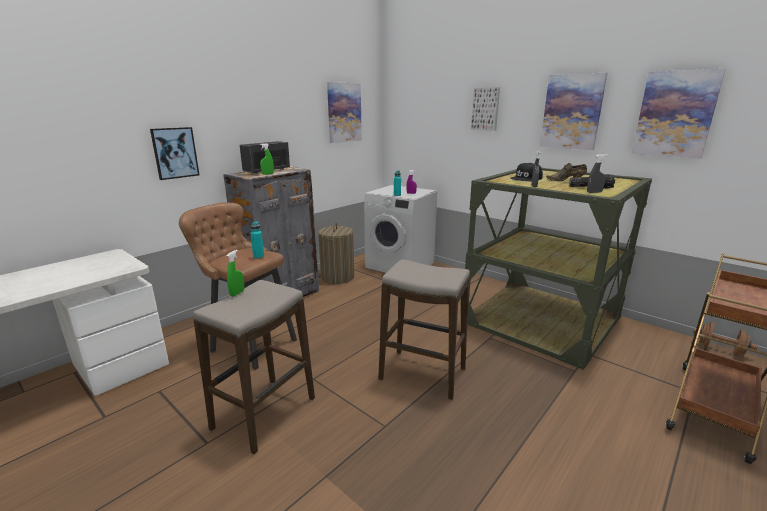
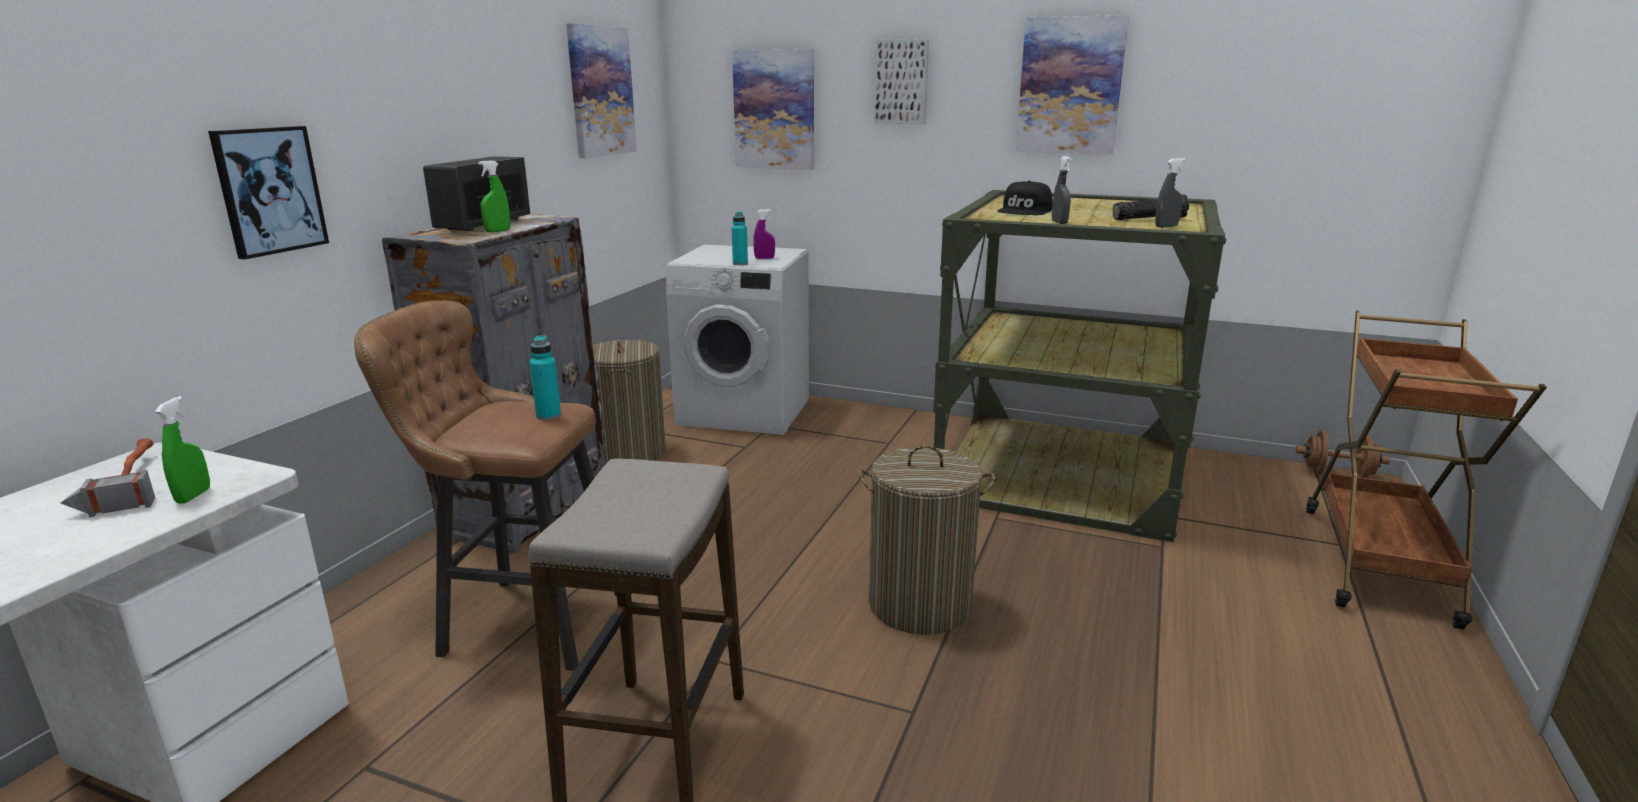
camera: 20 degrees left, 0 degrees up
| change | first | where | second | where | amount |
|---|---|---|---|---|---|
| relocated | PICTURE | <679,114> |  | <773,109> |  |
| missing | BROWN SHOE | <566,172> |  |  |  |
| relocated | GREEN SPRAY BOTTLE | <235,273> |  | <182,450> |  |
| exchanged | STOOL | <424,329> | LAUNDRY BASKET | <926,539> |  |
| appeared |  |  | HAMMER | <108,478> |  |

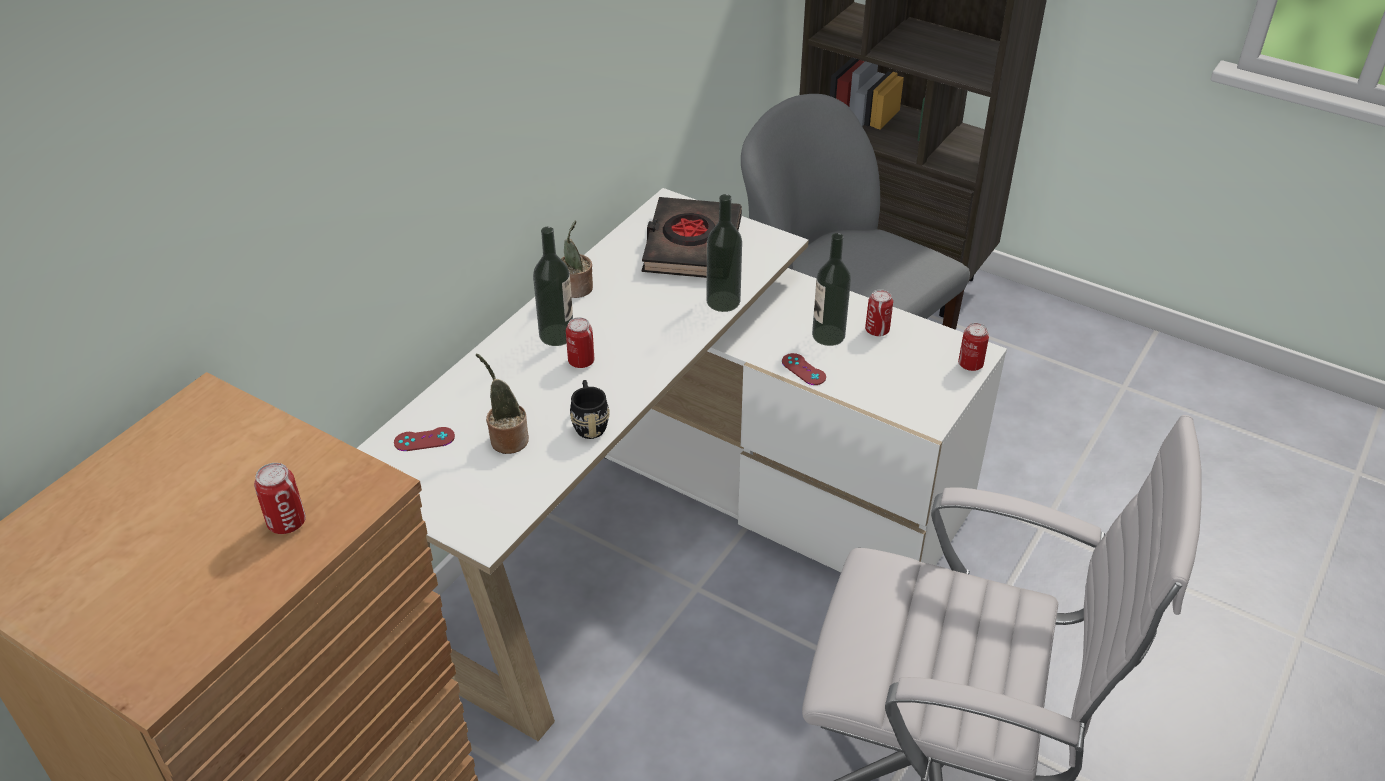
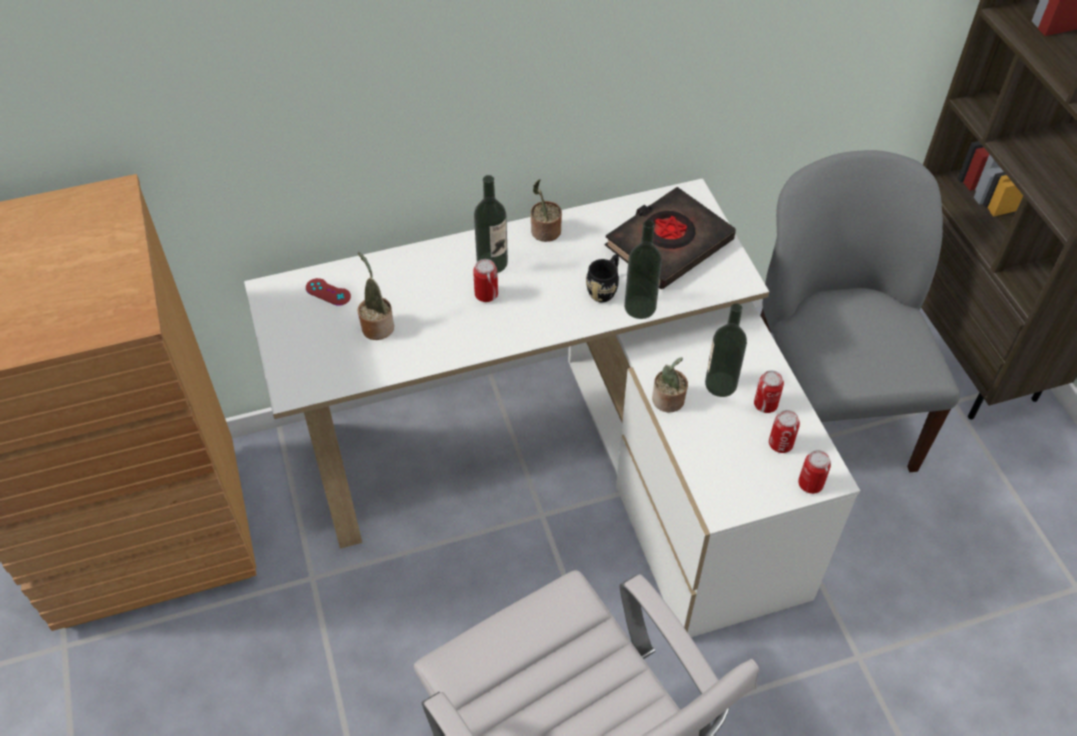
camera: 40 degrees right, 10 degrees up
| change | first | where | second | where | amount |
|---|---|---|---|---|---|
| exchanged | RED GAME CONTROLLER | <804,369> | POTTED PLANT | <670,385> |  |
| relocated | BLACK MUG | <590,409> |  | <602,278> |  |
| relocated | CAN | <280,498> |  | <784,431> |  |

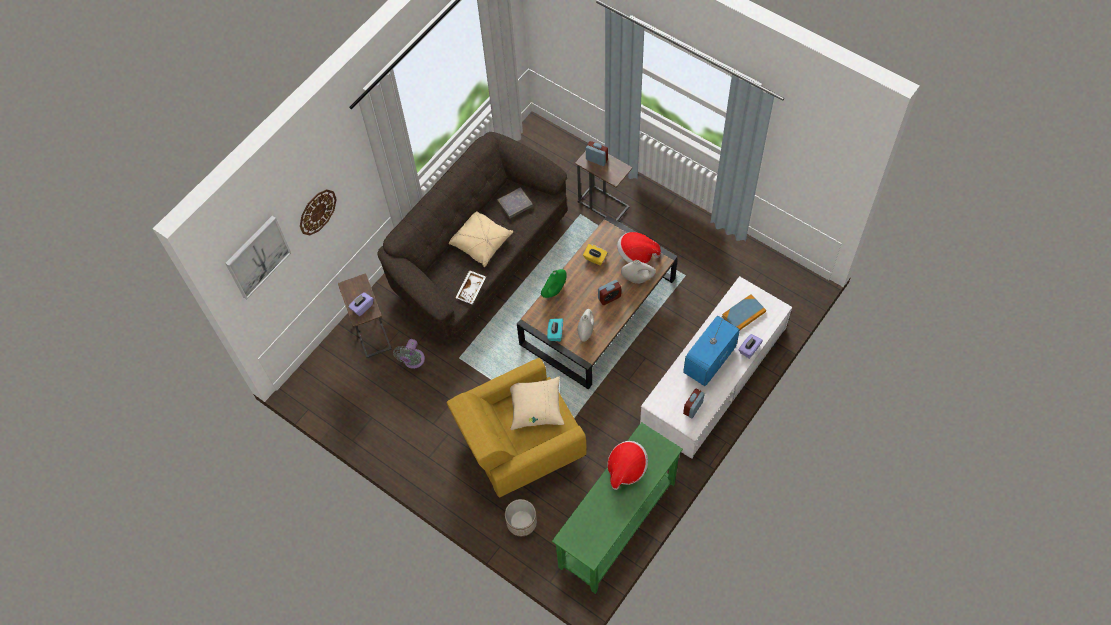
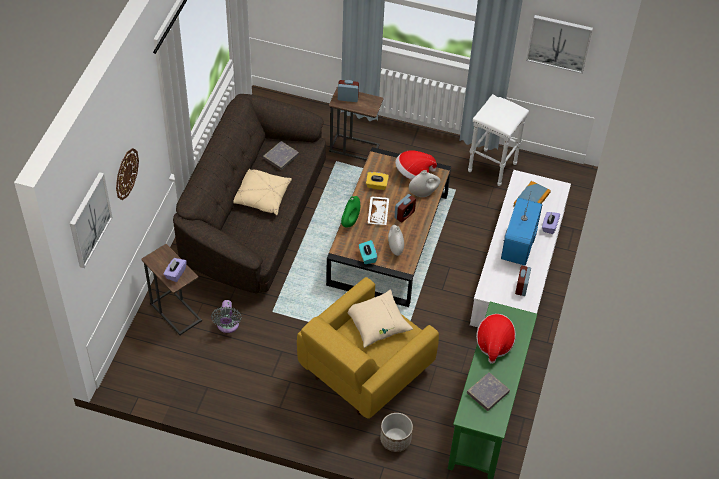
camera: 25 degrees left, 10 degrees down
| change | first | where | second | where | amount |
|---|---|---|---|---|---|
| relocated | WHITE TRAY | <470,287> |  | <378,210> |  |
| appeared |  |  | PICTURE | <559,44> |  |
| appeared |  |  | WHITE STOOL | <498,140> |  |
| appeared |  |  | GREY BOOK | <488,391> |  |

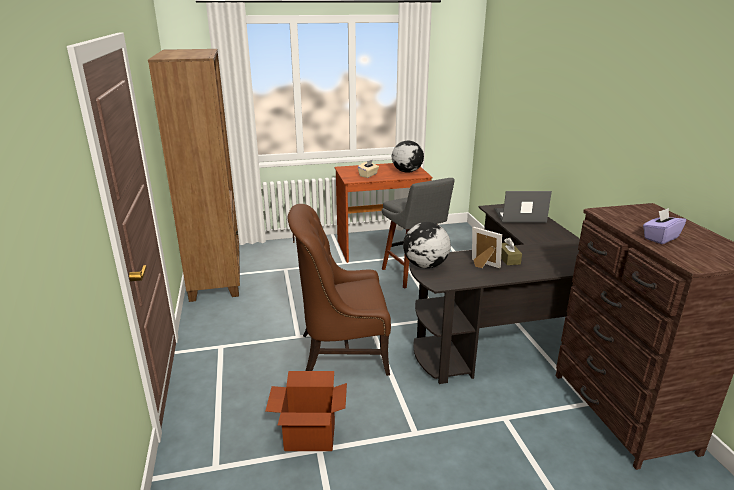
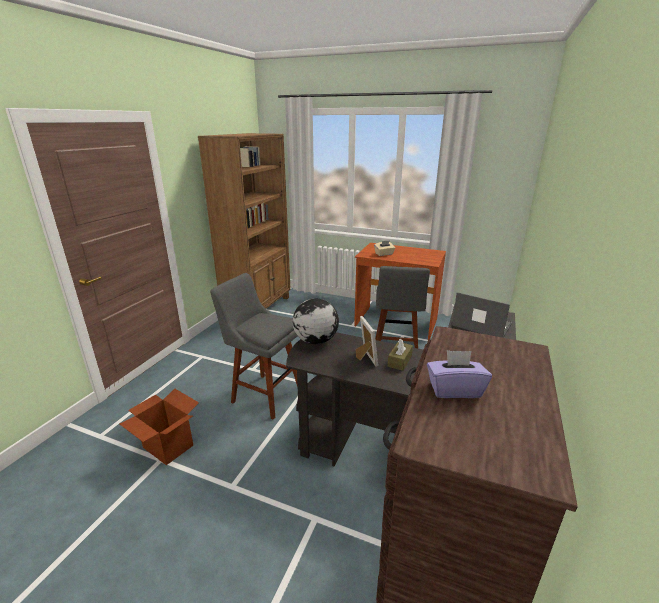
camera: 35 degrees right, 0 degrees up
| change | first | where | second | where | amount |
|---|---|---|---|---|---|
| missing | GLOBE | <408,157> |  |  |  |
| exchanged | BROWN CHAIR | <339,290> | GREY STOOL | <254,346> |  |

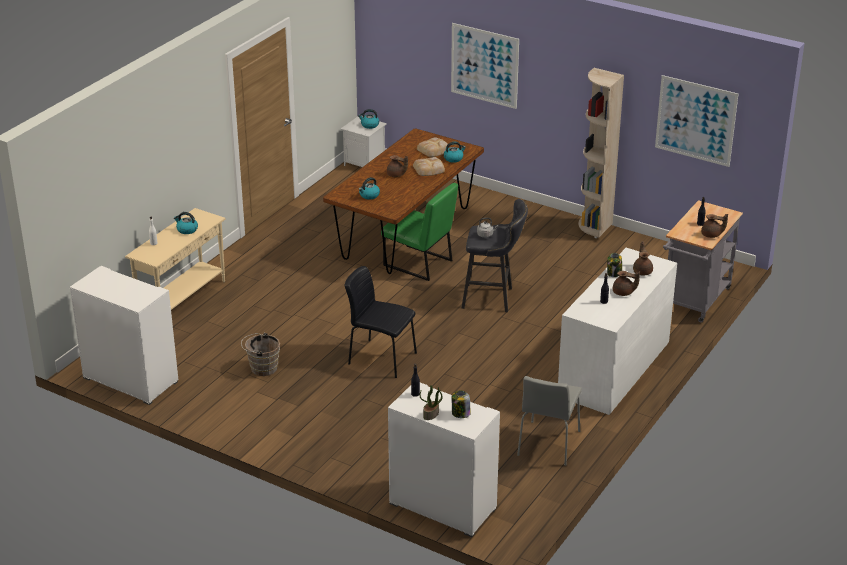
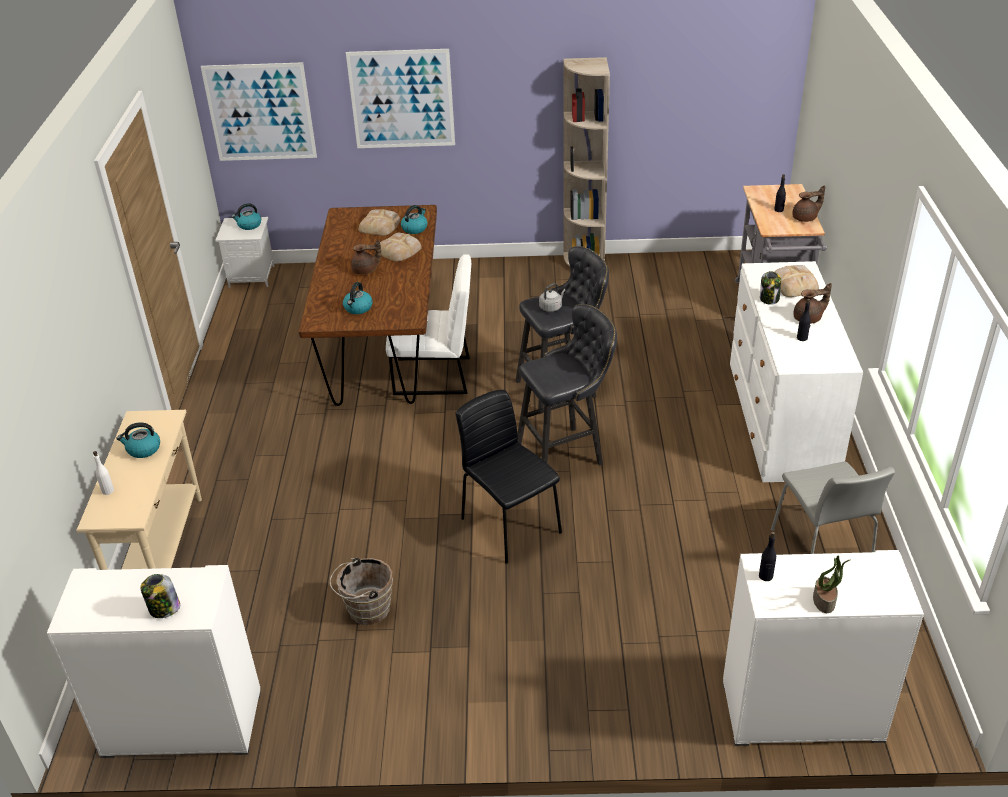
camera: 30 degrees left, 5 degrees up
| change | first | where | second | where | amount |
|---|---|---|---|---|---|
| relocated | PICTURE | <696,121> |  | <259,111> |  |
| colour | GREEN CHAIR | <419,232> | WHITE CHAIR | <428,324> |  |
| exchanged | BROWN TEAPOT | <643,258> | BREAD | <796,281> |  |
| spun | BLACK CHAIR | <380,322> |  | <509,477> | 60 degrees clockwise |
| relocated | JAR | <461,404> |  | <160,596> |  |
| appeared |  |  | BLACK STOOL | <567,384> |  |

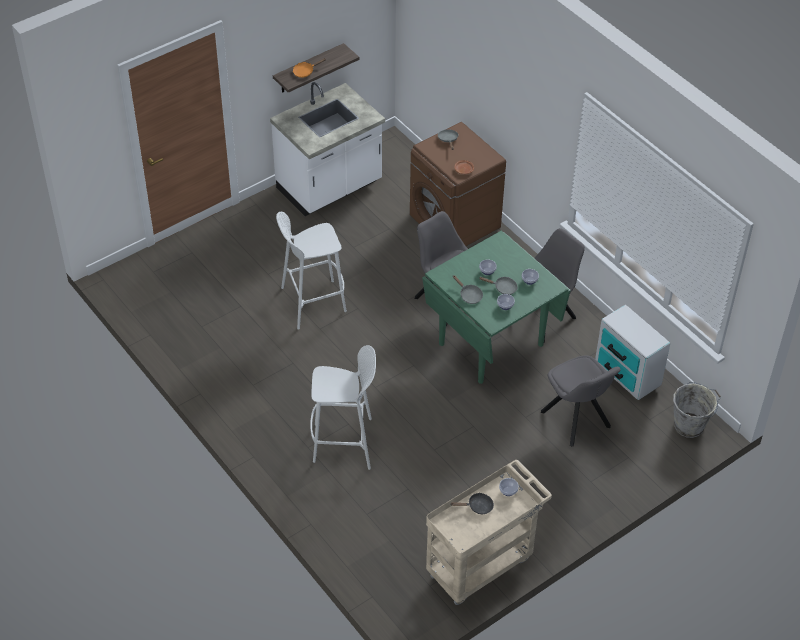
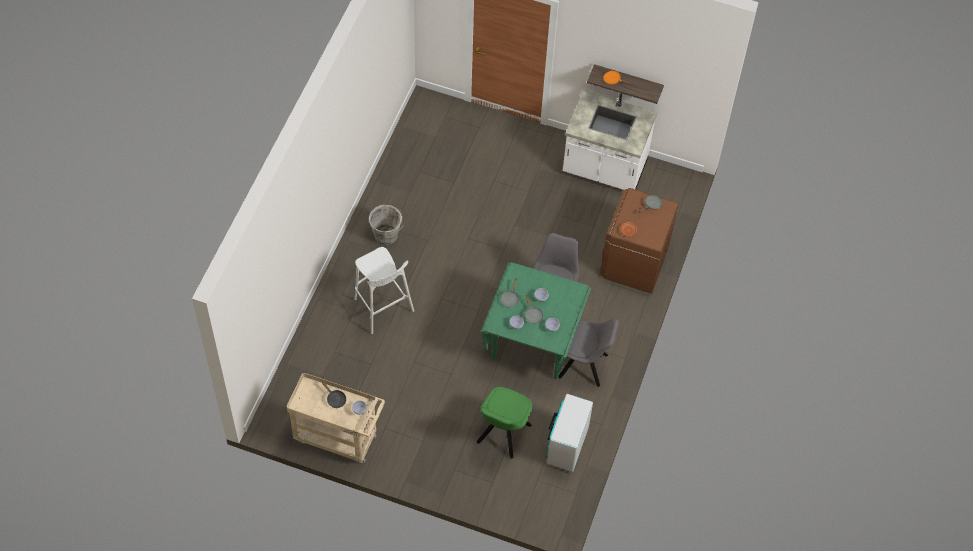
camera: 55 degrees right, 10 degrees up
| change | first | where | second | where | amount |
|---|---|---|---|---|---|
| missing | WHITE STOOL | <311,271> |  |  |  |
| colour | GREY CHAIR | <581,401> | GREEN CHAIR | <504,423> |  |
| relocated | GREY BUCKET | <697,410> |  | <386,225> |  |

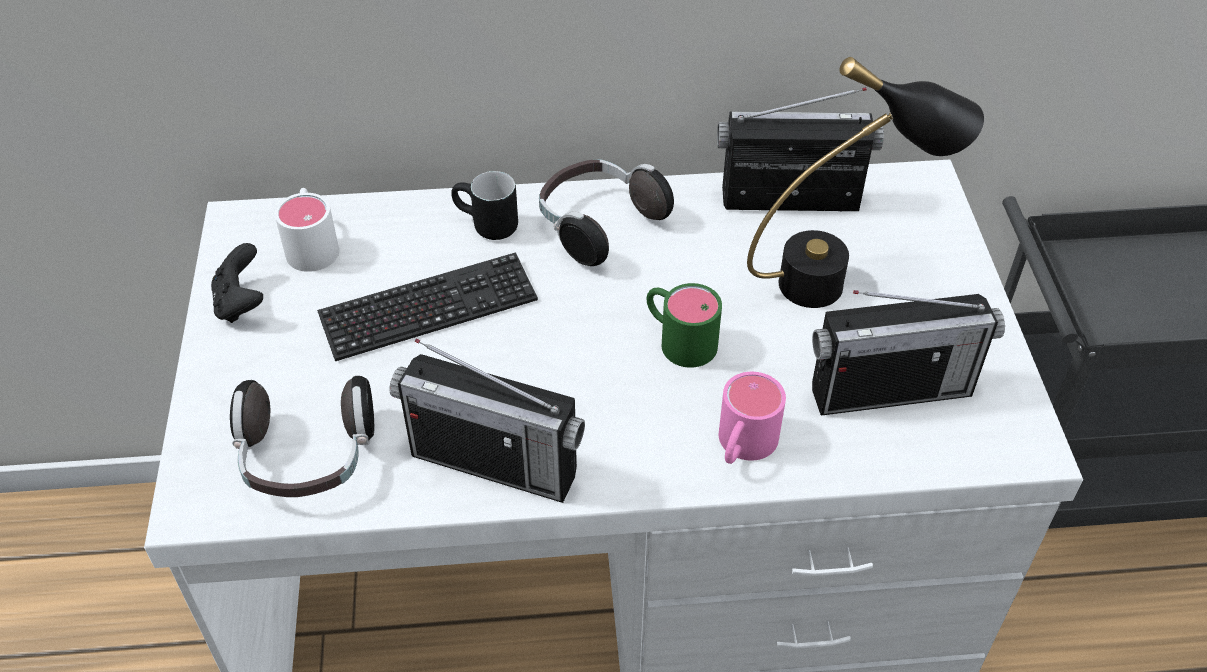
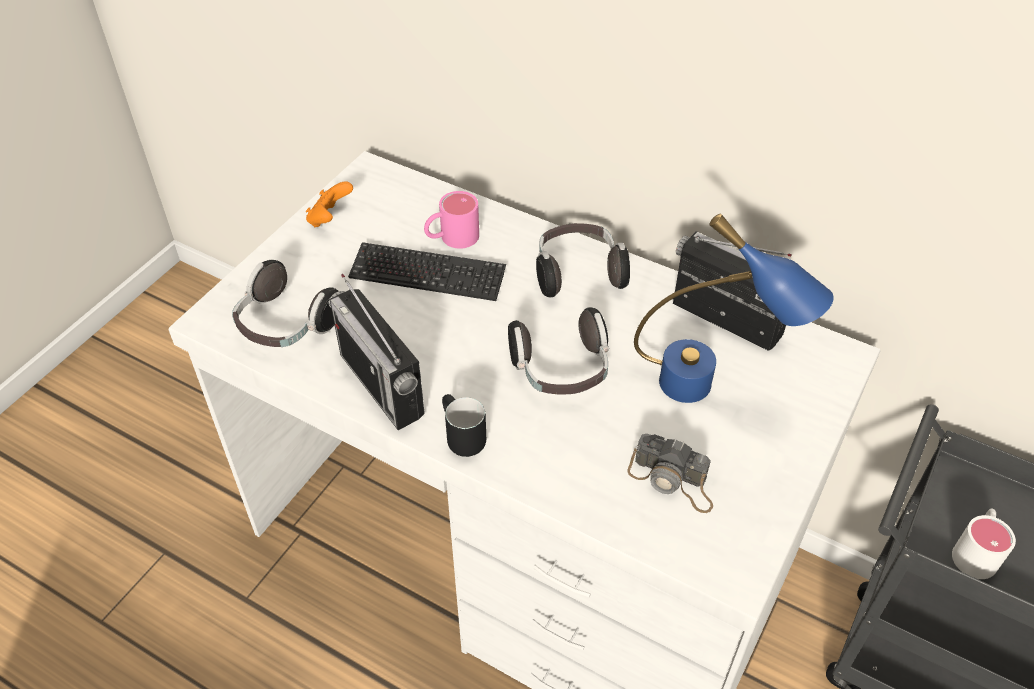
camera: 35 degrees right, 0 degrees up
| change | first | where | second | where | amount |
|---|---|---|---|---|---|
| colour | BLACK TABLE LAMP | <865,182> | BLUE TABLE LAMP | <734,308> |  |
| relocated | BLACK MUG | <484,205> |  | <464,425> |  |
| relocated | WHITE MUG | <307,230> |  | <984,544> |  |
| colour | BLACK GAME CONTROLLER | <237,283> | ORANGE GAME CONTROLLER | <329,205> |  |
| exchanged | GREEN MUG | <684,325> | HEADPHONES | <558,350> |  |
| exchanged | RADIO | <908,353> | PHOTO CAMERA | <670,473> |  |
| relocated | PINK MUG | <752,418> |  | <451,220> |  |

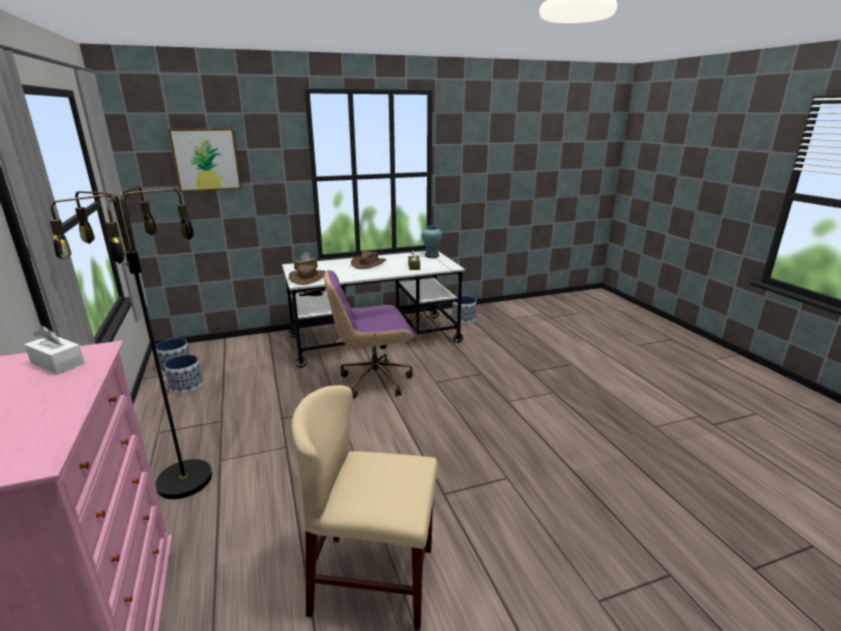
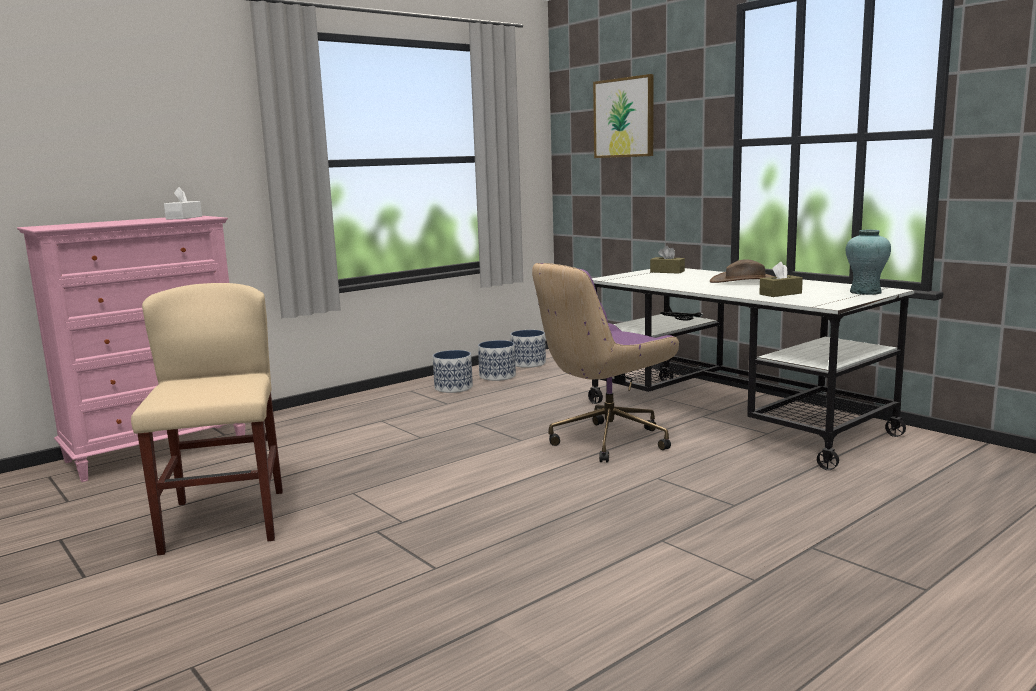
camera: 70 degrees right, 10 degrees down
| change | first | where | second | where | amount |
|---|---|---|---|---|---|
| missing | FLOOR LAMP | <131,342> |  |  |  |
| missing | BROWN HAT | <307,274> |  |  |  |
| spun | PURPLE OFFICE CHAIR | <369,334> |  | <605,362> | 90 degrees counterclockwise |
| relocated | PLANTER | <464,310> |  | <453,371> |  |

